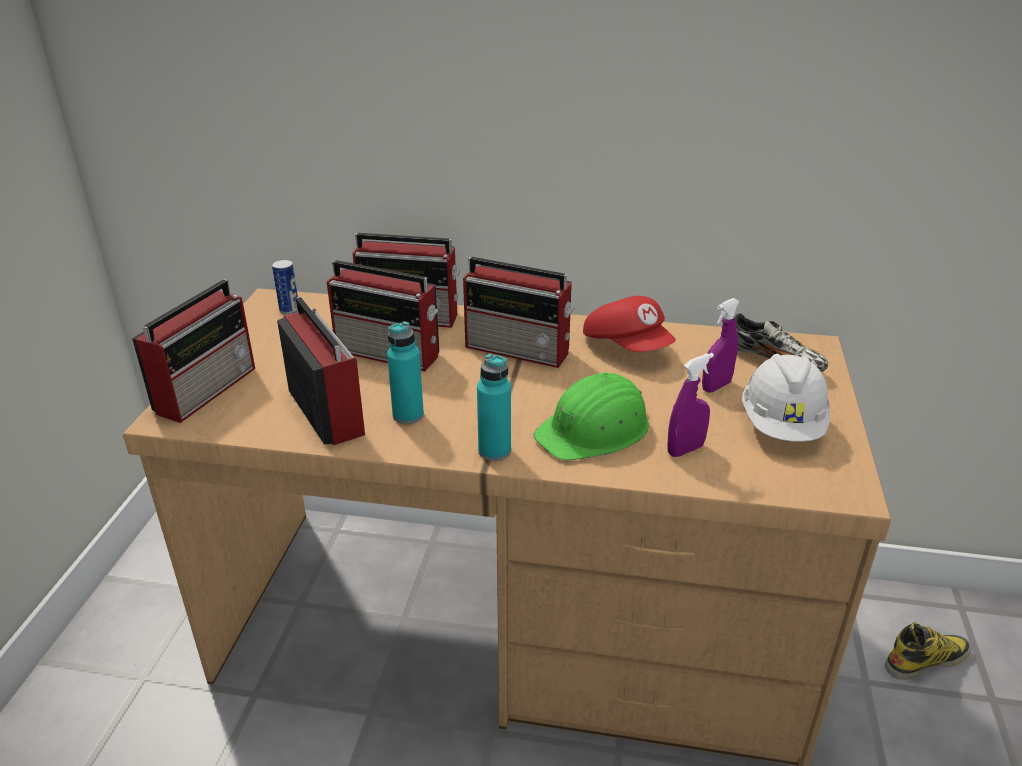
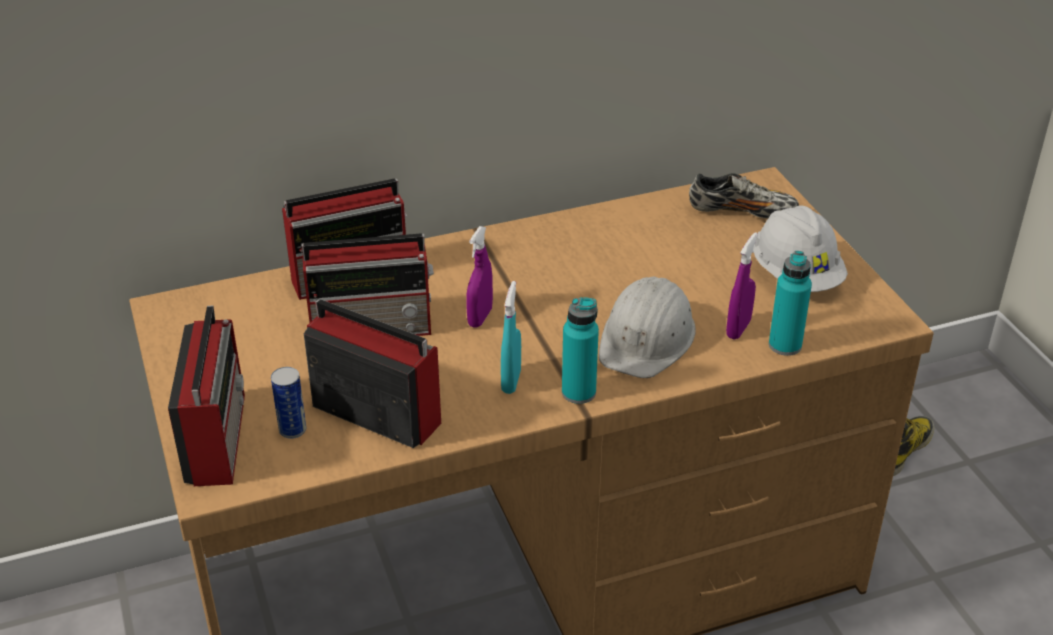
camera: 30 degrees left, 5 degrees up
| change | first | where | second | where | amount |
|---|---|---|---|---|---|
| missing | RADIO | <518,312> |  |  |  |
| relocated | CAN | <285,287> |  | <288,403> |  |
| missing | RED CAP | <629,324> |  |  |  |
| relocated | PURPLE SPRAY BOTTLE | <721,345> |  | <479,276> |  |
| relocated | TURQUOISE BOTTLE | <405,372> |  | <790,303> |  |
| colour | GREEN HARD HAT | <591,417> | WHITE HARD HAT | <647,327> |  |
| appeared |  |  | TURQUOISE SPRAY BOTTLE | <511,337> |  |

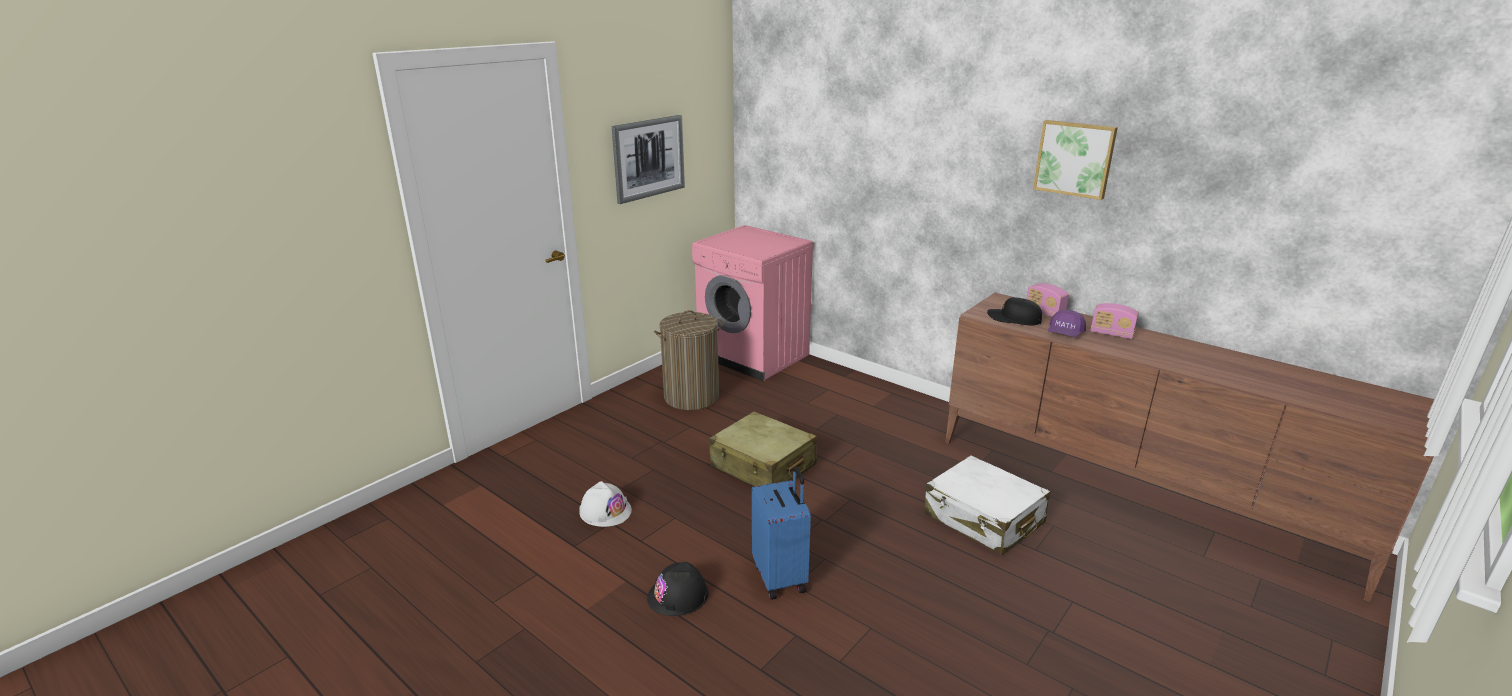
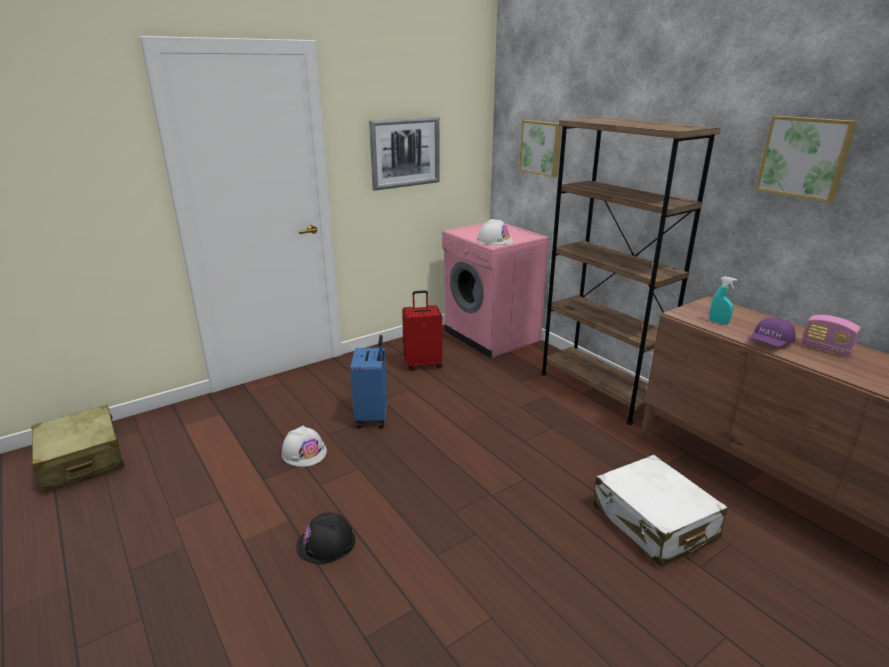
camera: 15 degrees right, 0 degrees up
| change | first | where | second | where | amount |
|---|---|---|---|---|---|
| missing | RADIO | <1048,300> |  |  |  |
| exchanged | BLACK CAP | <1014,311> | TURQUOISE SPRAY BOTTLE | <723,300> |  |
| exchanged | LAUNDRY BASKET | <688,360> | RED SUITCASE | <422,330> |  |
| relocated | BEIGE SUITCASE | <763,448> |  | <78,448> |  |
| relocated | BLUE SUITCASE | <781,533> |  | <369,381> |  |
| appeared |  |  | BROWN BOOKCASE | <631,271> |  |
| appeared |  |  | PICTURE | <540,148> |  |
| appeared |  |  | WHITE HARD HAT | <495,232> |  |

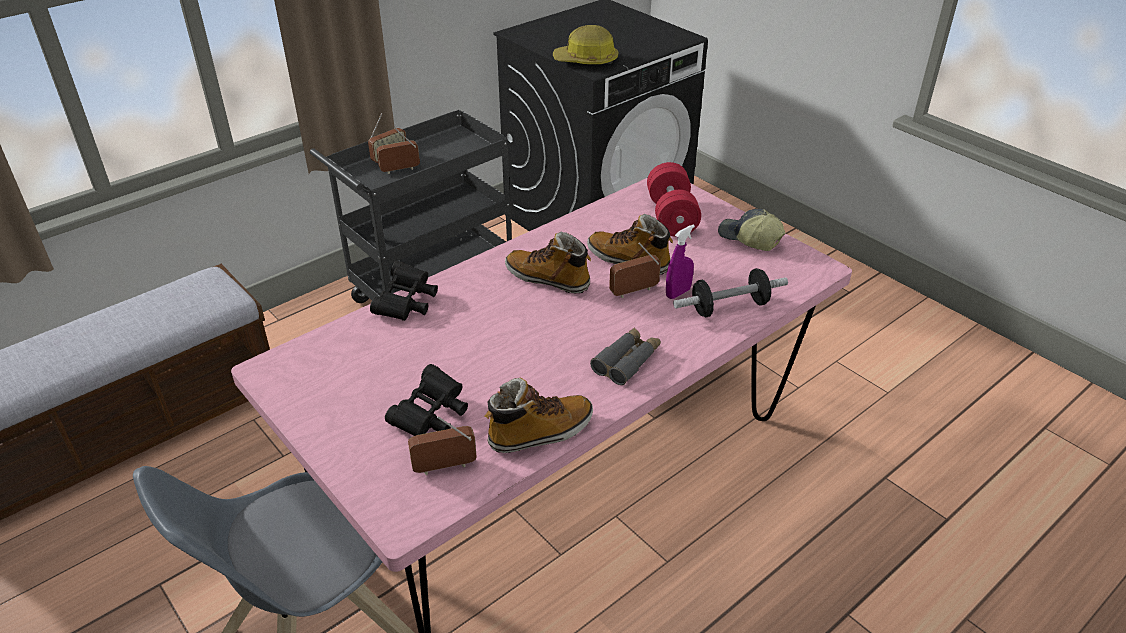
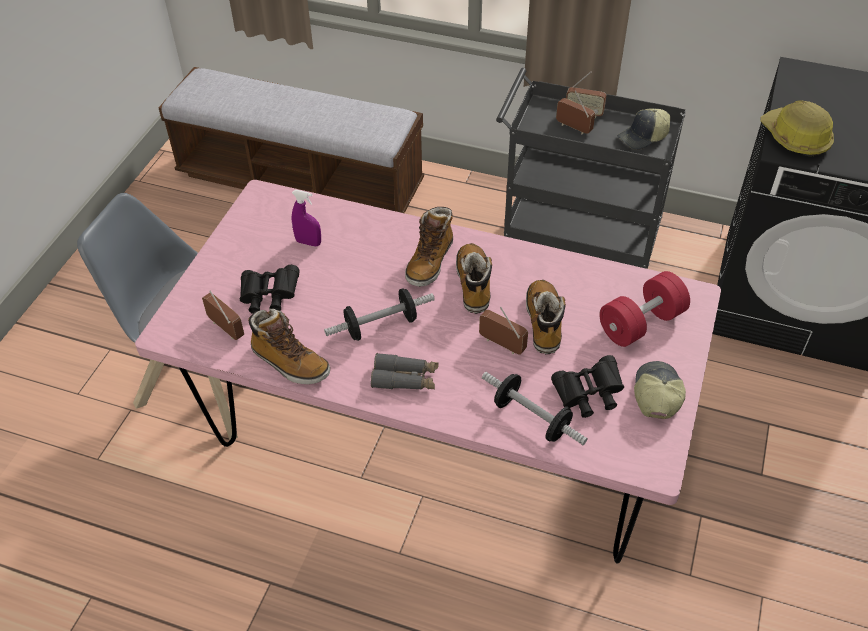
camera: 60 degrees right, 10 degrees up
| change | first | where | second | where | amount |
|---|---|---|---|---|---|
| relocated | PURPLE SPRAY BOTTLE | <680,261> |  | <306,218> |  |
| relocated | BLACK BINOCULARS | <404,291> |  | <587,386> |  |
| appeared |  |  | CAP | <643,129> |  |
| appeared |  |  | BOOT | <429,247> |  |
| appeared |  |  | DUMBBELL | <379,315> |  |

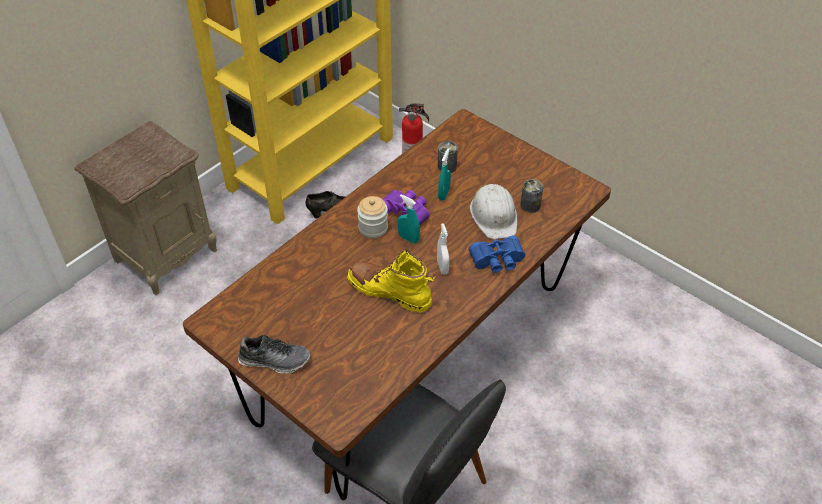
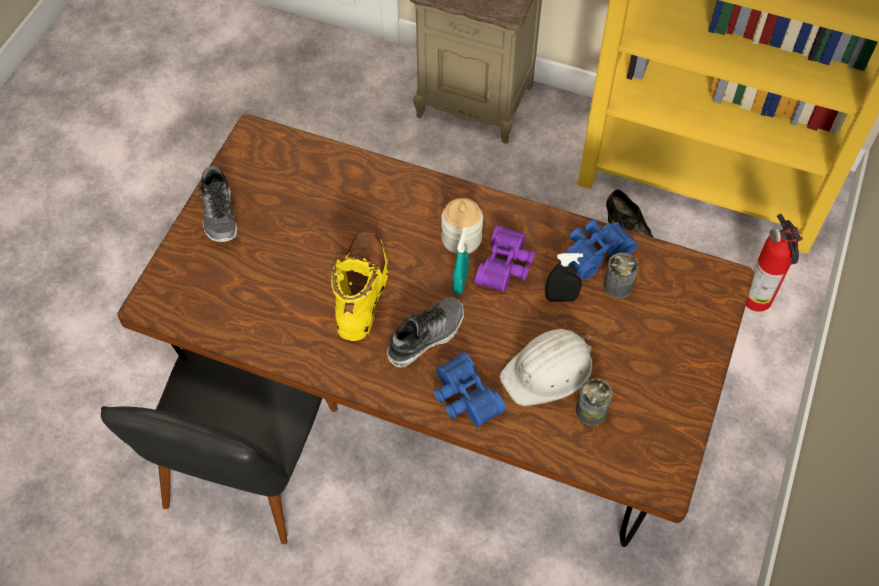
camera: 70 degrees right, 10 degrees up
| change | first | where | second | where | amount |
|---|---|---|---|---|---|
| colour | TURQUOISE SPRAY BOTTLE | <444,174> | BLACK SPRAY BOTTLE | <564,277> |  |
| exchanged | WHITE SPRAY BOTTLE | <443,249> | SHOE | <425,332> |  |
| appeared |  |  | BLUE BINOCULARS | <601,250> |  |

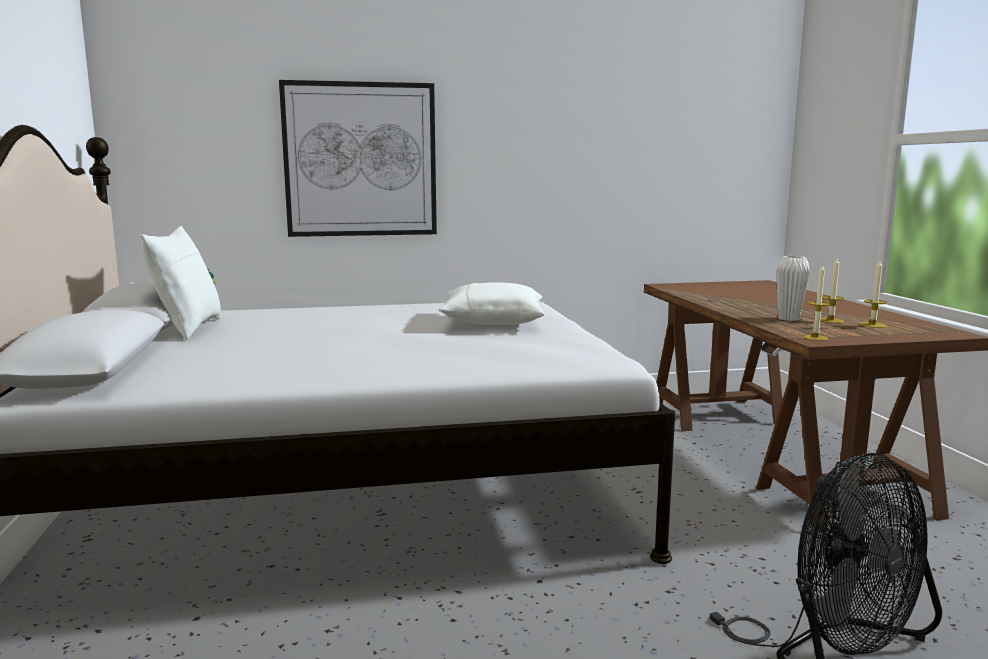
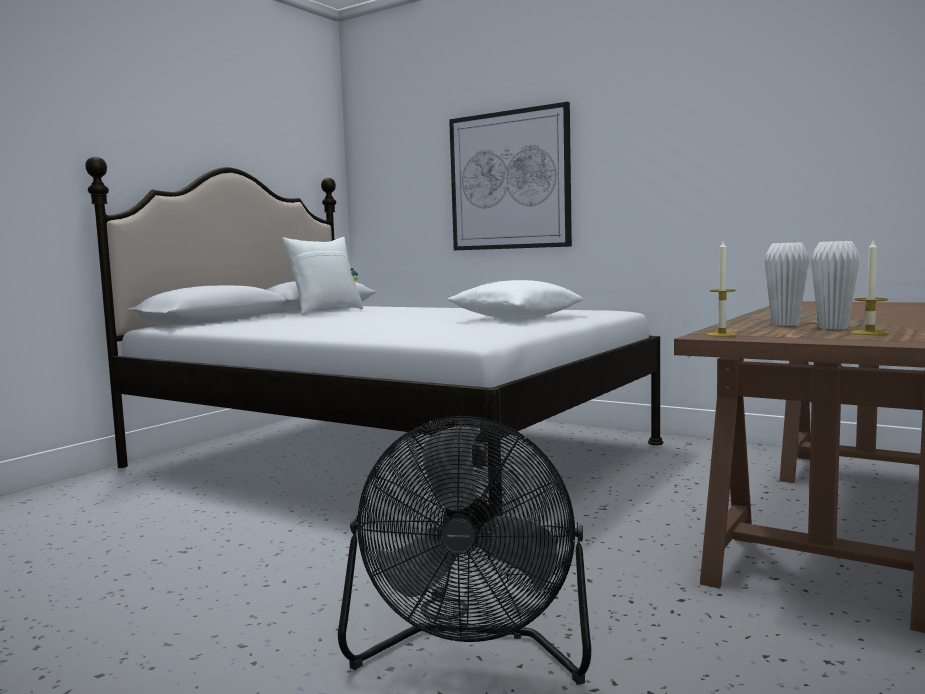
camera: 45 degrees right, 5 degrees down
| change | first | where | second | where | amount |
|---|---|---|---|---|---|
| exchanged | CANDLE | <832,290> | WHITE VASE | <835,285> |  |

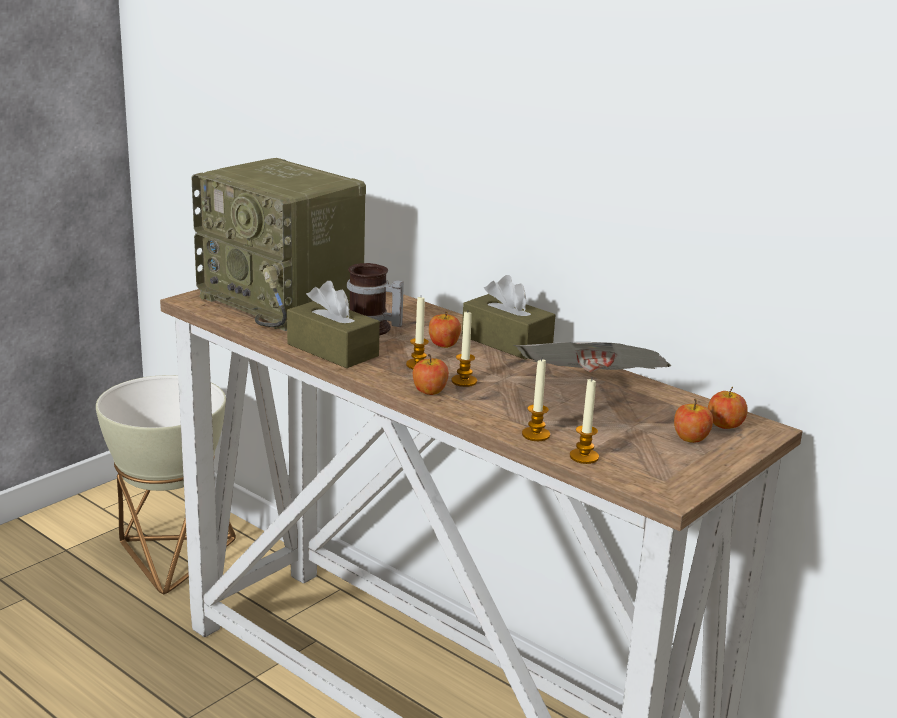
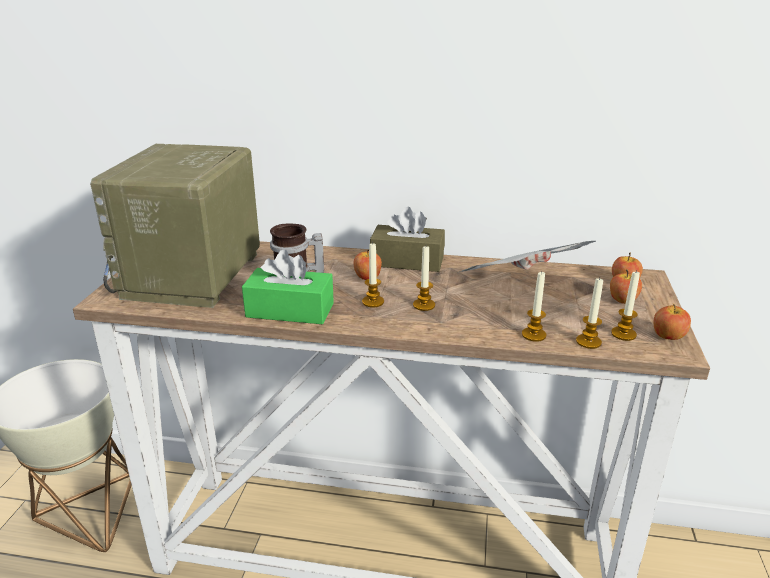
camera: 30 degrees left, 5 degrees up
| change | first | where | second | where | amount |
|---|---|---|---|---|---|
| spun | RADIO | <278,244> |  | <175,226> | 90 degrees clockwise |
| colour | BROWN TISSUE BOX | <333,324> | GREEN TISSUE BOX | <288,286> |  |
| relocated | APPLE | <431,374> |  | <672,322> |  |
| appeared |  |  | CANDLE | <625,305> |  |

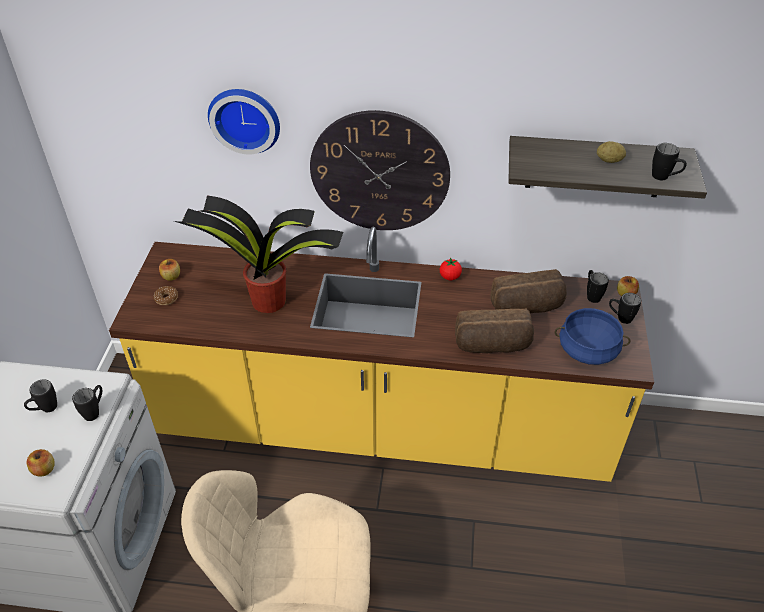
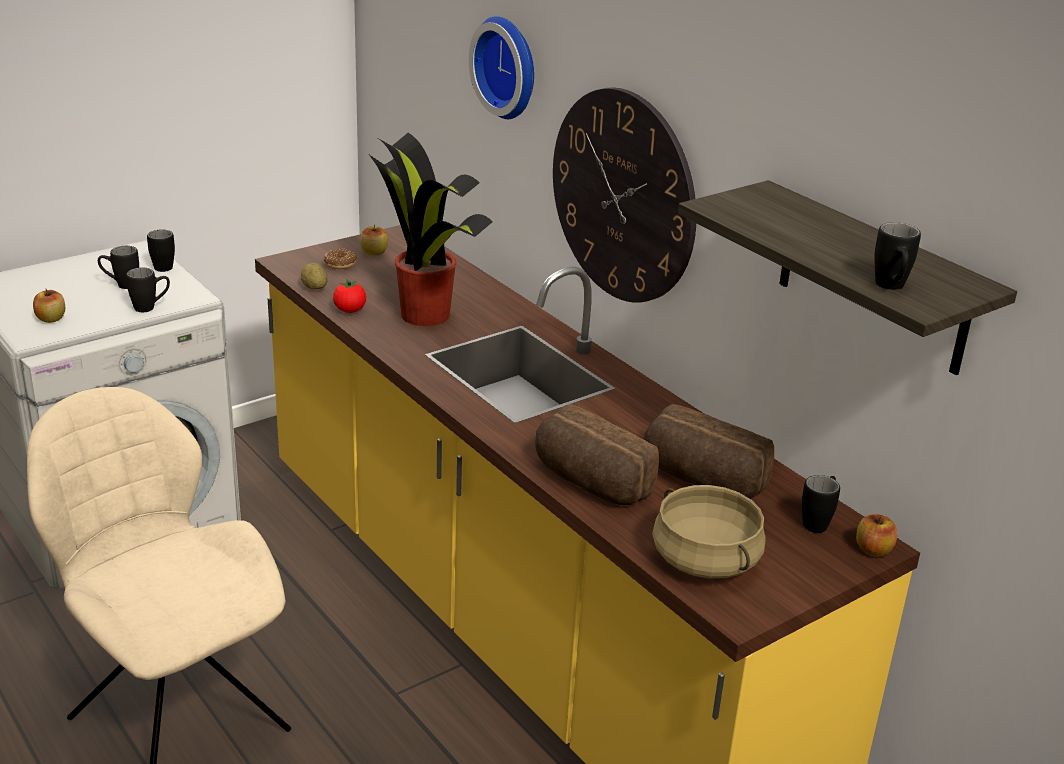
camera: 45 degrees right, 15 degrees down
| change | first | where | second | where | amount |
|---|---|---|---|---|---|
| relocated | POTATO | <611,152> |  | <314,276> |  |
| relocated | TOMATO | <451,268> |  | <349,296> |  |
| relocated | BLACK MUG | <625,308> |  | <161,251> |  |
| colour | BLUE COOKING POT | <592,336> | BEIGE COOKING POT | <709,532> |  |

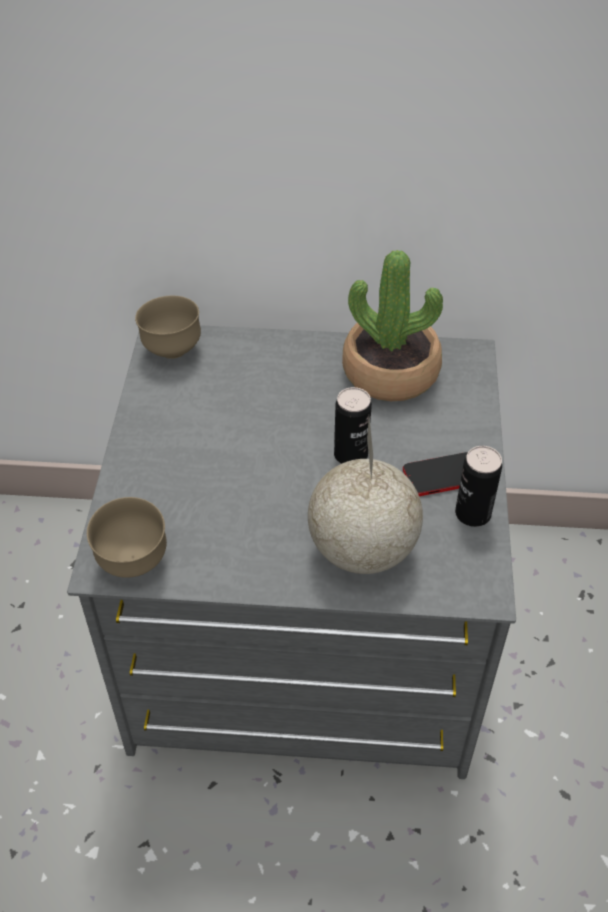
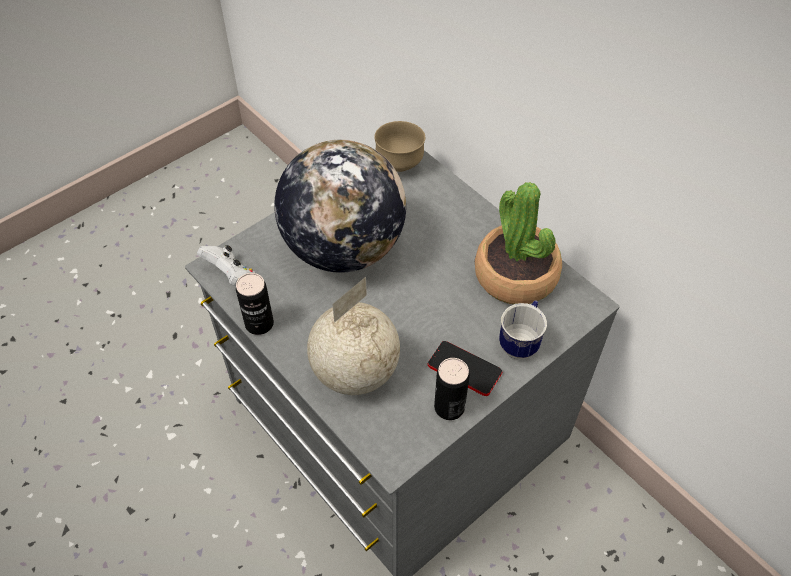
camera: 45 degrees right, 5 degrees up
| change | first | where | second | where | amount |
|---|---|---|---|---|---|
| relocated | CAN | <353,425> |  | <255,304> |  |
| exchanged | BROWN BOWL | <127,537> | WHITE GAME CONTROLLER | <226,265> |  |
| appeared |  |  | GLOBE | <340,206> |  |
| appeared |  |  | MUG | <523,330> |  |

